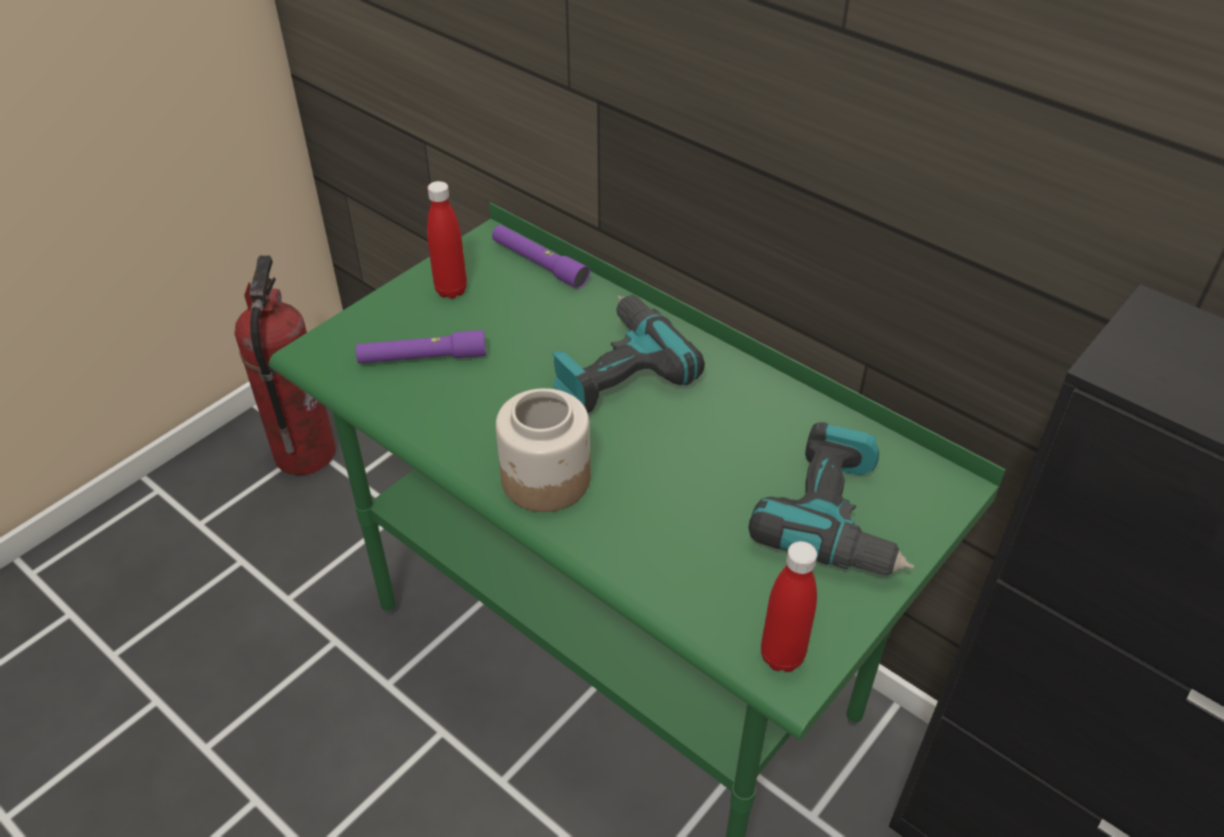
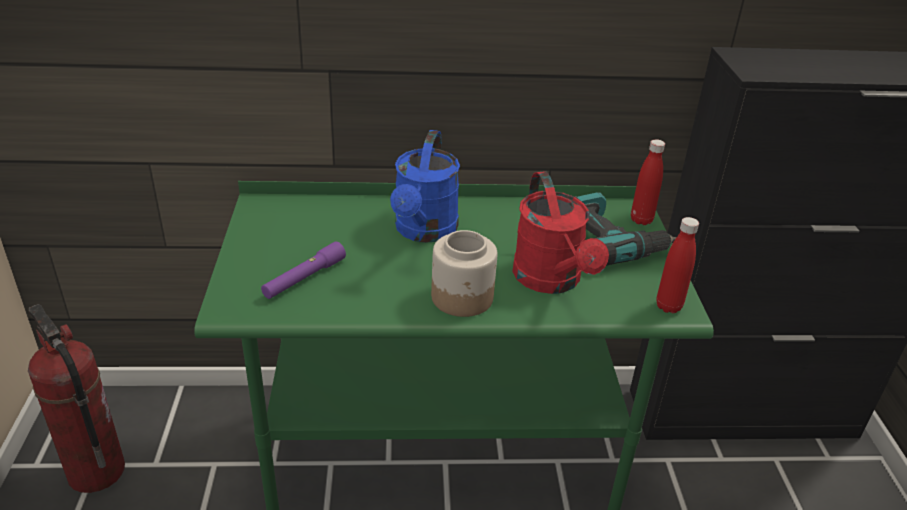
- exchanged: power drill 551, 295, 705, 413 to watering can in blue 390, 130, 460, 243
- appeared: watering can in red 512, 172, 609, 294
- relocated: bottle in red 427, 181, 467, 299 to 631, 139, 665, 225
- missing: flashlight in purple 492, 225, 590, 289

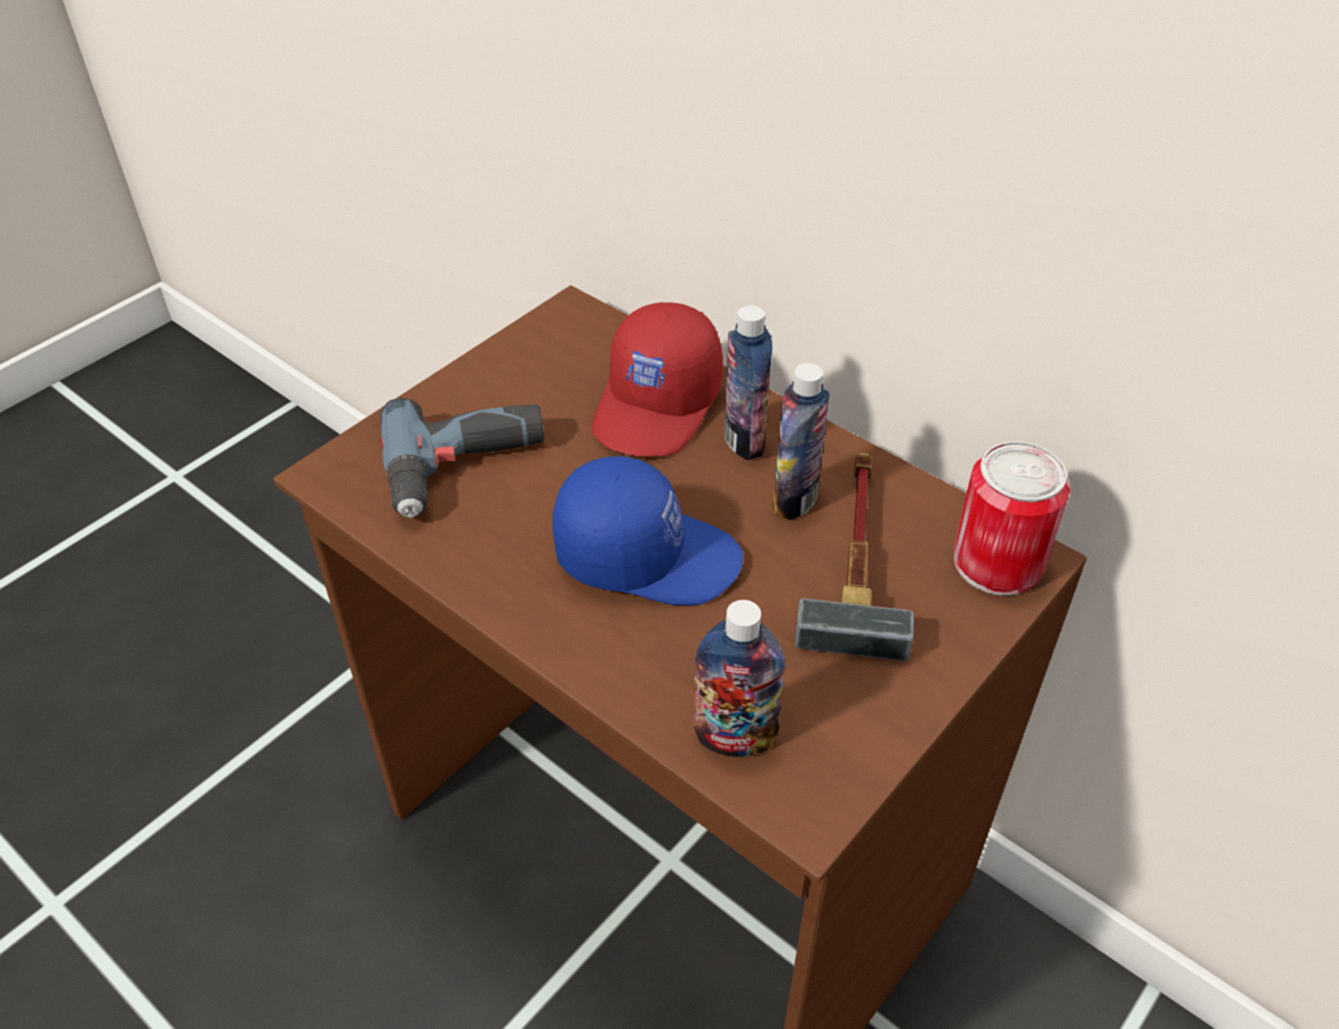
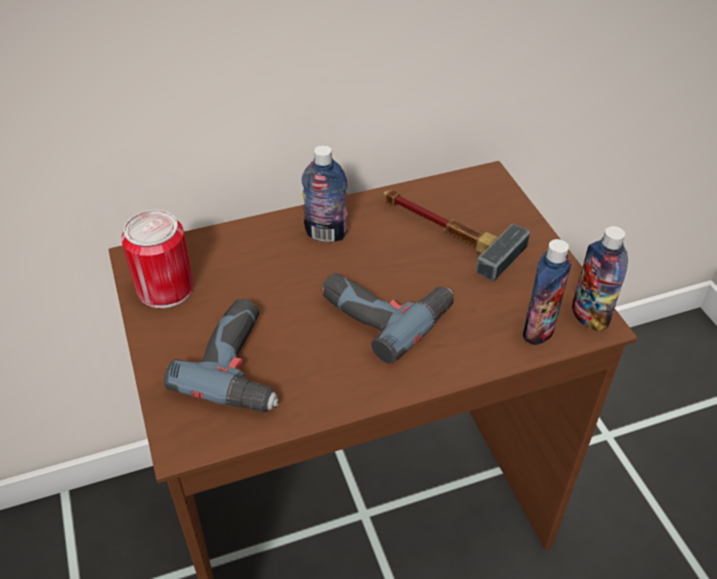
- relocated: can 954, 441, 1070, 596 to 121, 210, 194, 308
- exchanged: cap in blue 552, 456, 743, 606 to power drill 321, 273, 453, 364
- relocated: bottle 773, 363, 830, 520 to 572, 226, 628, 332
- missing: cap in red 592, 302, 723, 457

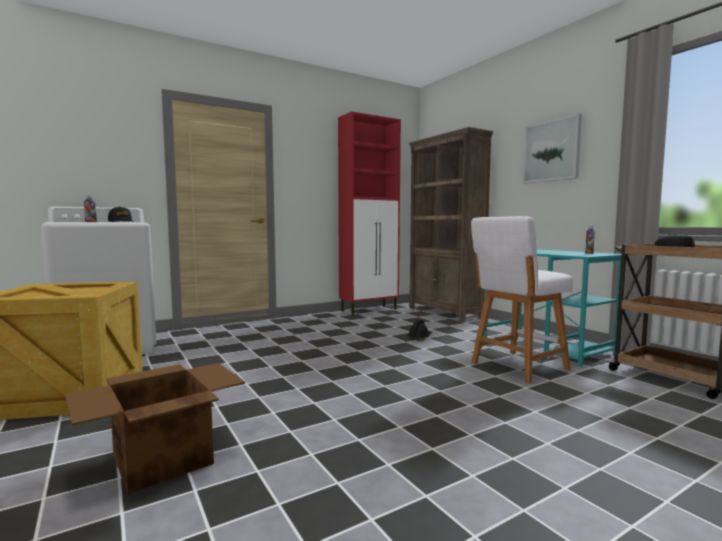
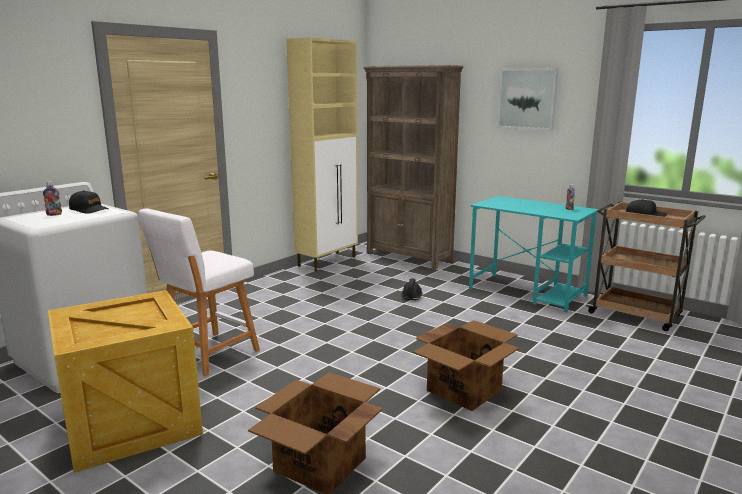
- relocated: stool in white 471, 216, 573, 383 to 138, 208, 260, 377
- colour: cabinet in red 338, 111, 401, 315 to cabinet in beige 286, 37, 358, 271
- appeared: cardboard box 413, 320, 519, 411

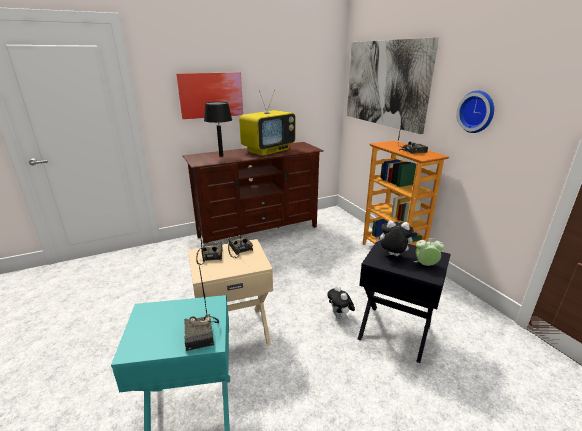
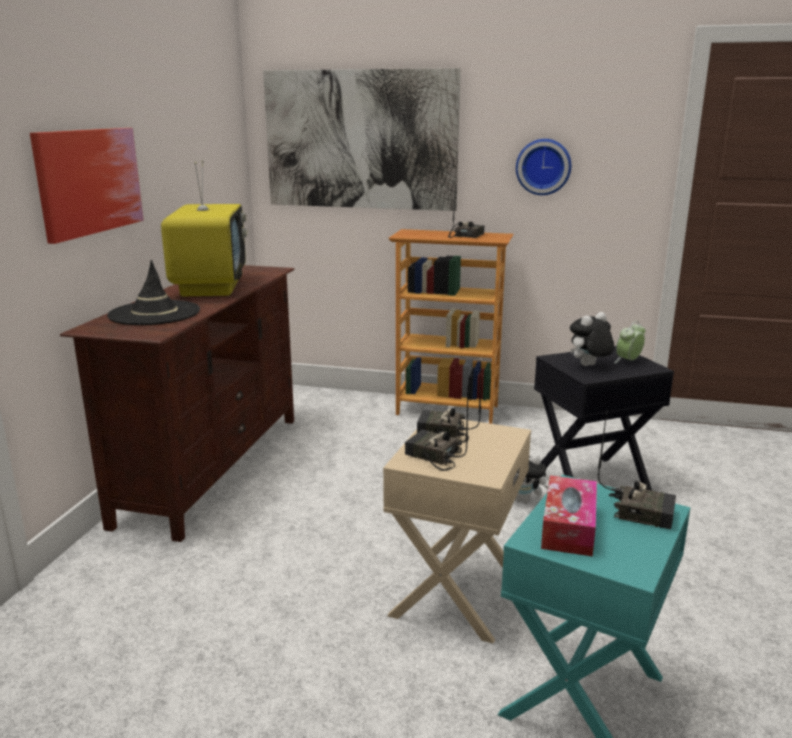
- exchanged: table lamp in black 204, 102, 232, 157 to hat in black 107, 260, 200, 325
- appeared: tissue box 541, 476, 597, 556

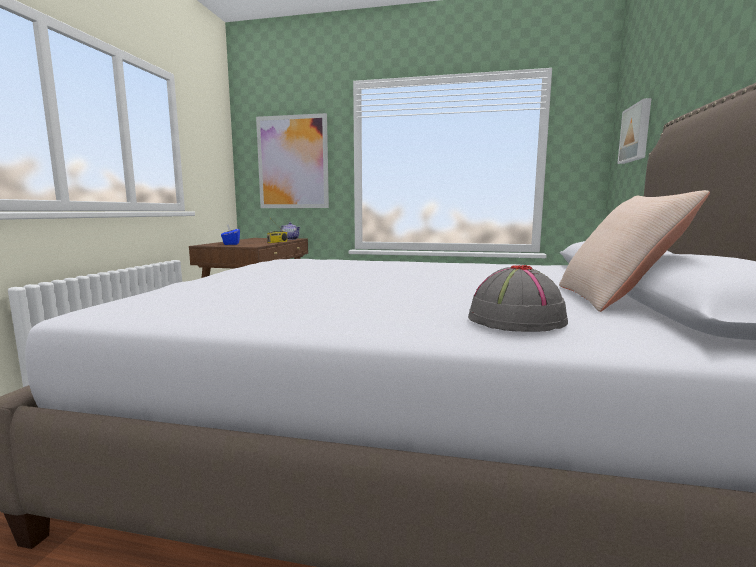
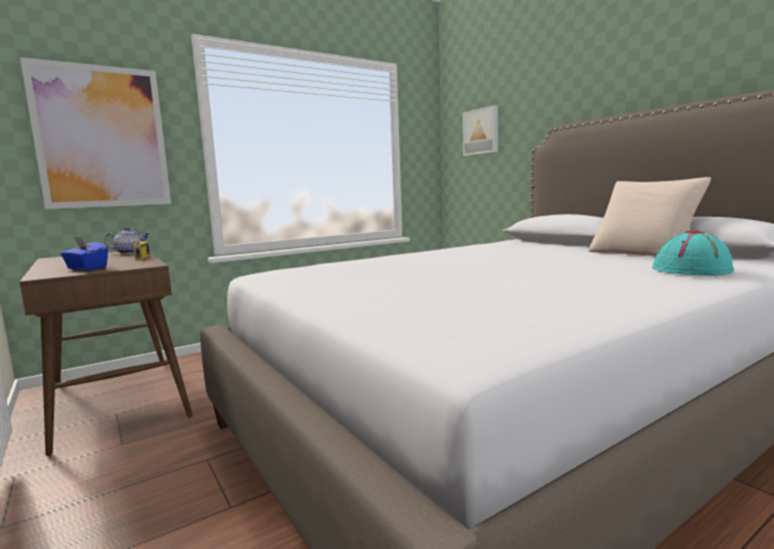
- colour: hat in grey 468, 265, 568, 332 to hat in turquoise 652, 230, 734, 276

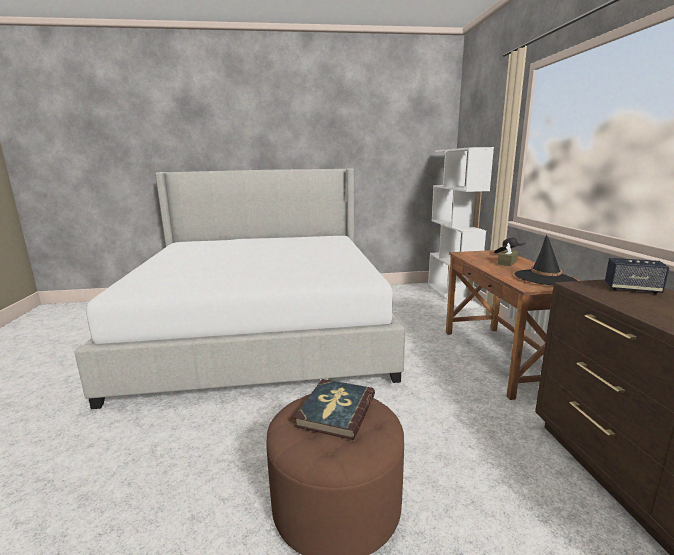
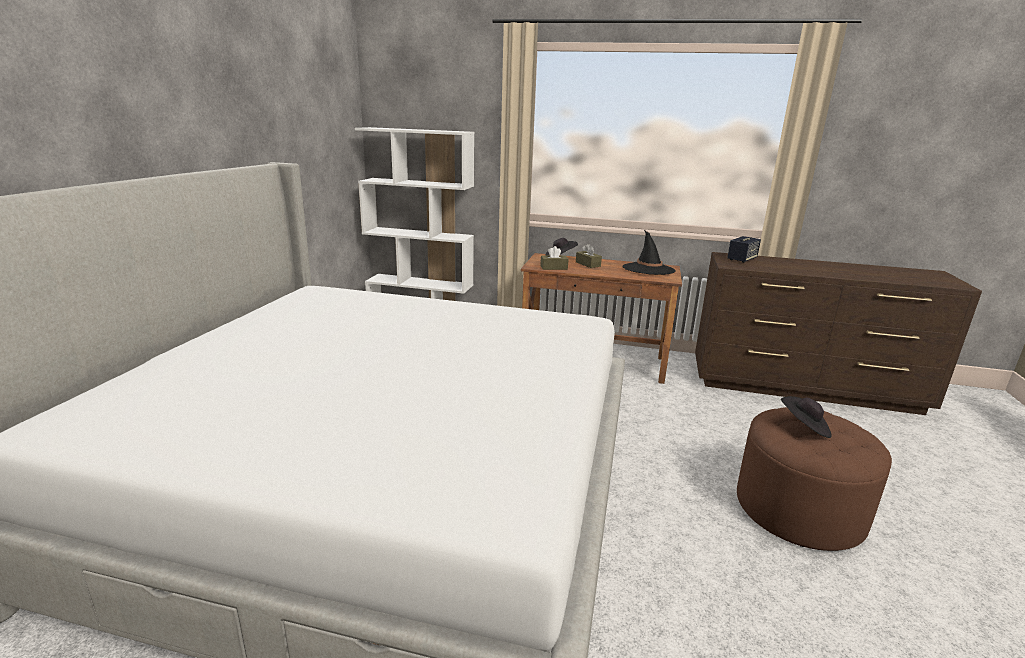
- appeared: tissue box in brown 540, 246, 568, 270
- exchanged: book 294, 379, 375, 440 to hat in black 781, 396, 832, 438

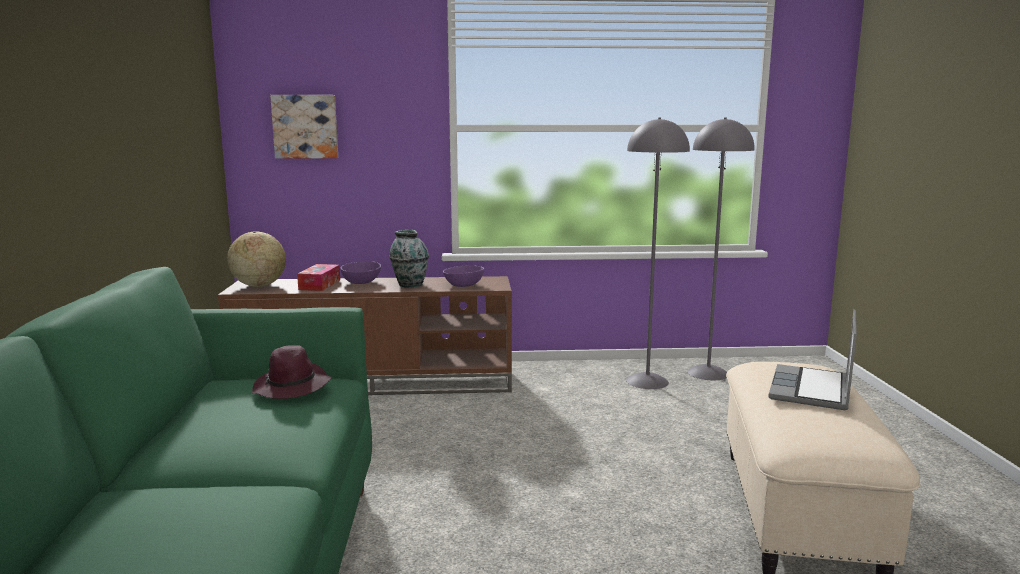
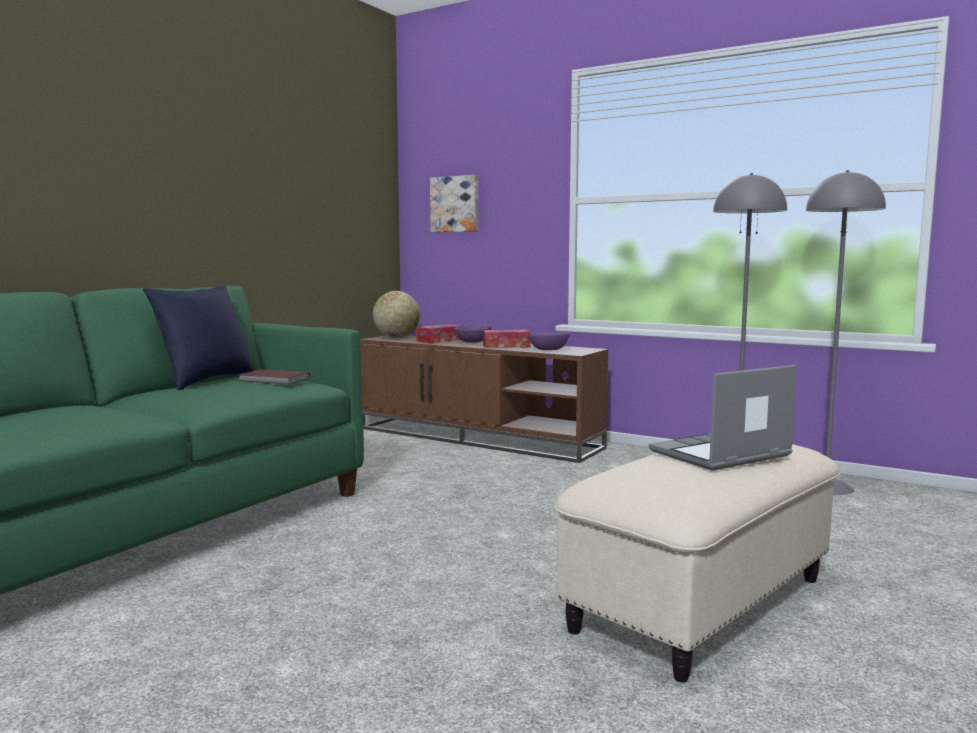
- appeared: pillow in blue 143, 285, 254, 390
- exchanged: hat in purple 252, 345, 332, 399 to book in brown 238, 369, 310, 385
- exchanged: vase 389, 230, 429, 288 to tissue box 483, 330, 531, 348

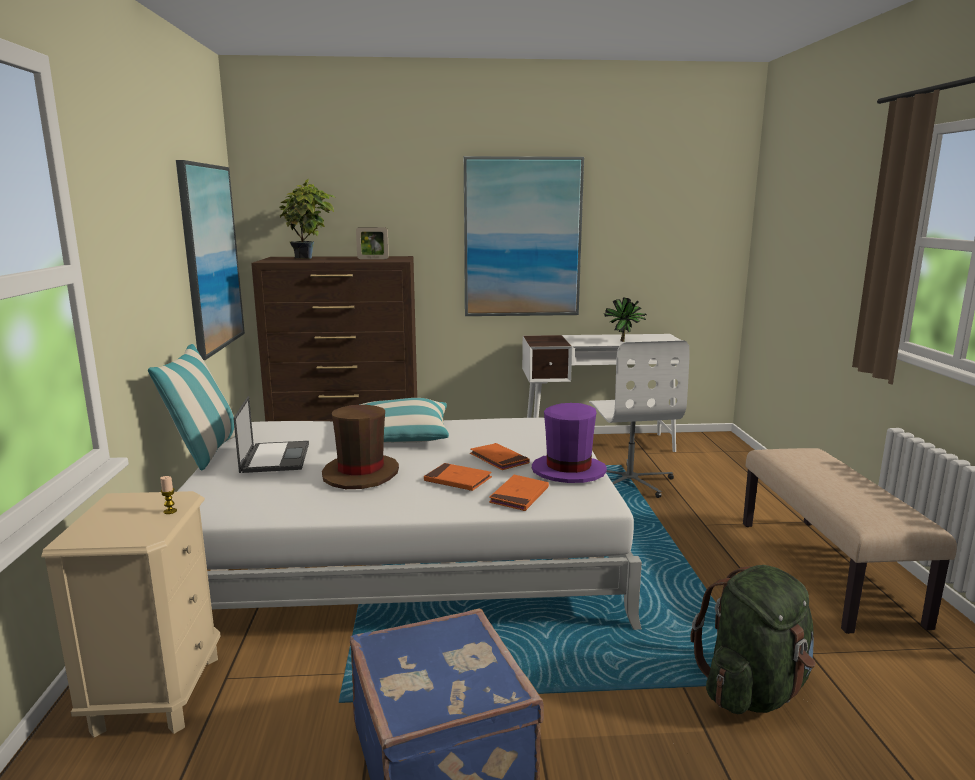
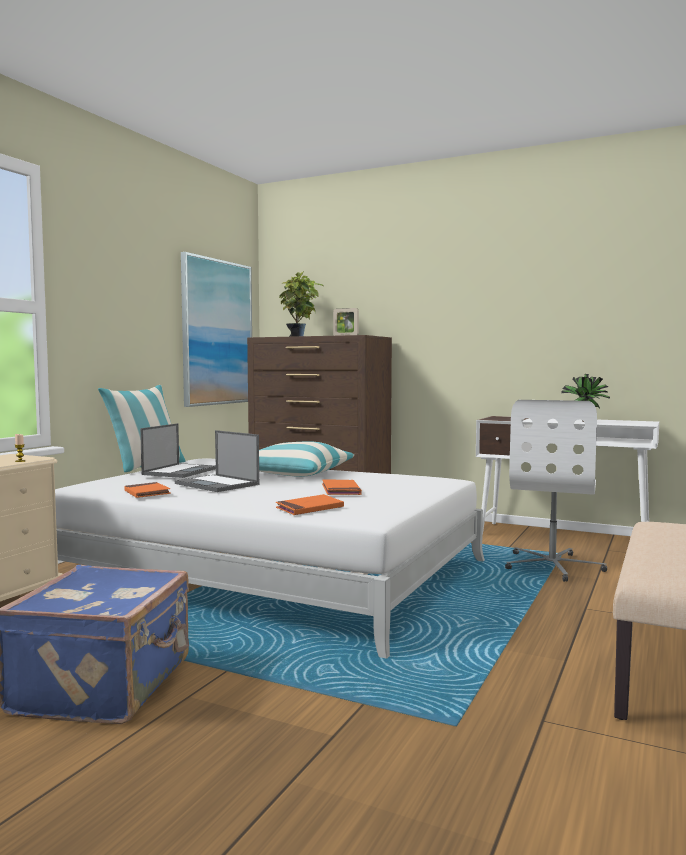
- relocated: book in orange 424, 463, 492, 491 to 124, 482, 171, 498
- exchanged: hat in brown 322, 405, 399, 489 to laptop 175, 430, 259, 492
- missing: picture 464, 156, 584, 316
- missing: hat in purple 532, 403, 607, 483
- missing: backpack in green 690, 565, 816, 714

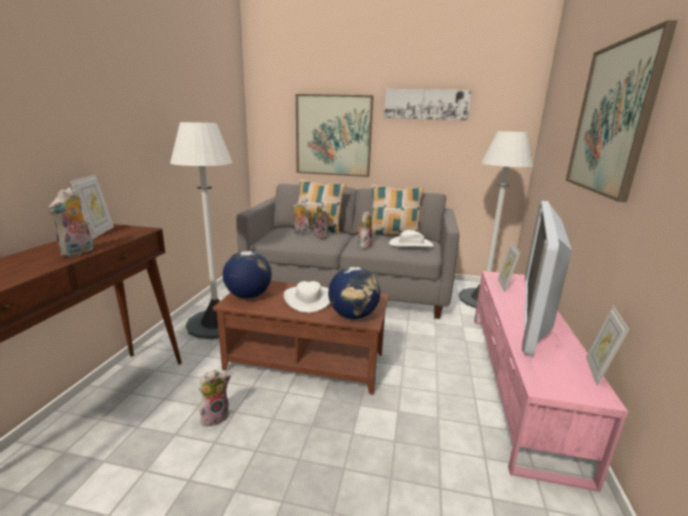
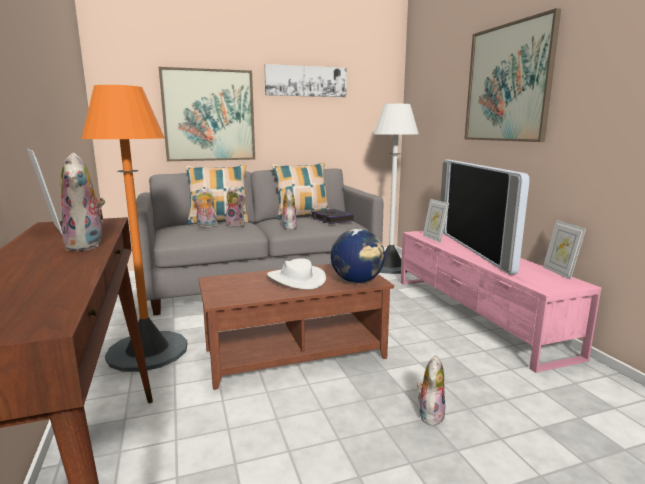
- colour: floor lamp in white 170, 122, 233, 339 to floor lamp in orange 81, 85, 187, 372
- exchanged: hat in white 389, 230, 434, 247 to book 311, 209, 354, 224
- relocated: plush toy 199, 370, 231, 426 to 417, 355, 445, 426
- missing: globe 223, 251, 272, 298

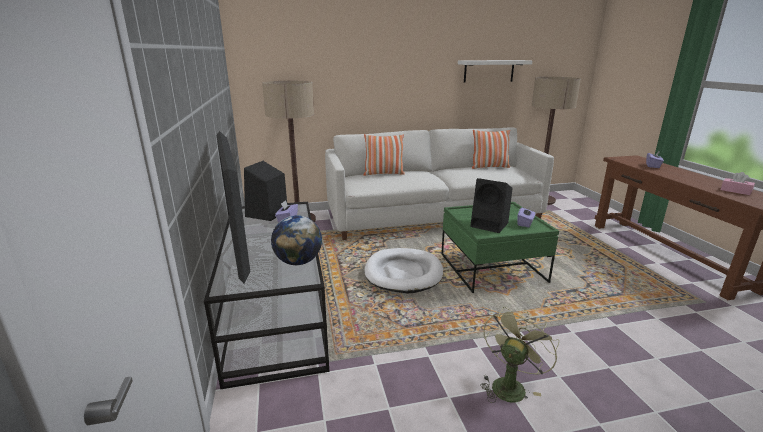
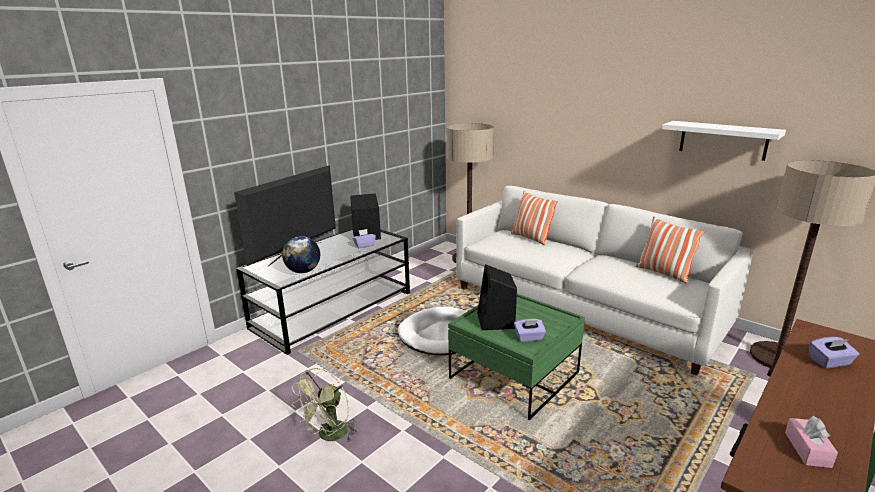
- spun: fan in green 480, 307, 559, 403 = 292, 368, 357, 443 120 degrees clockwise

